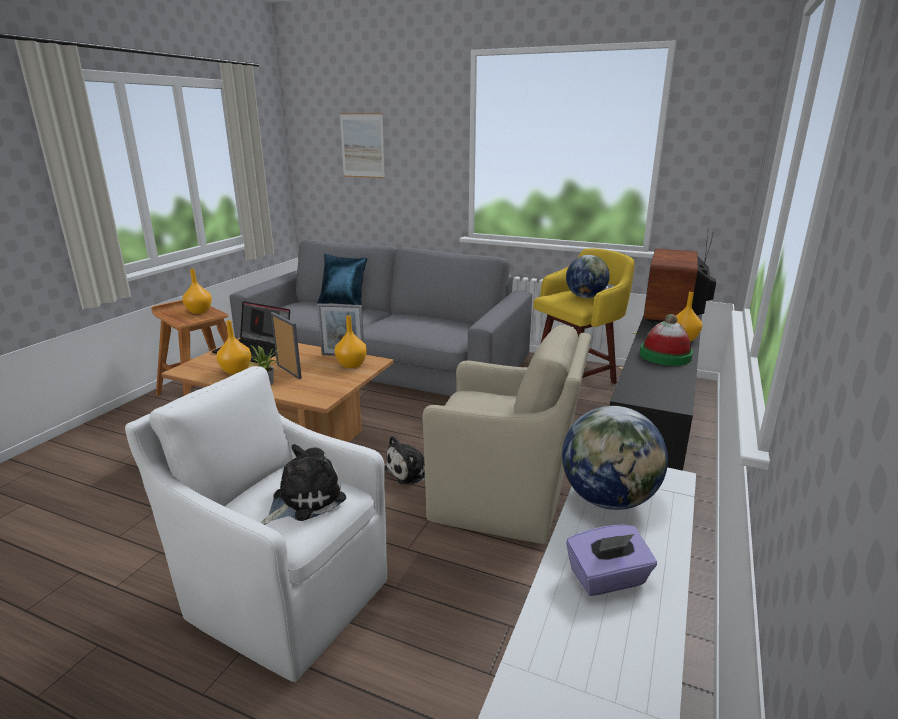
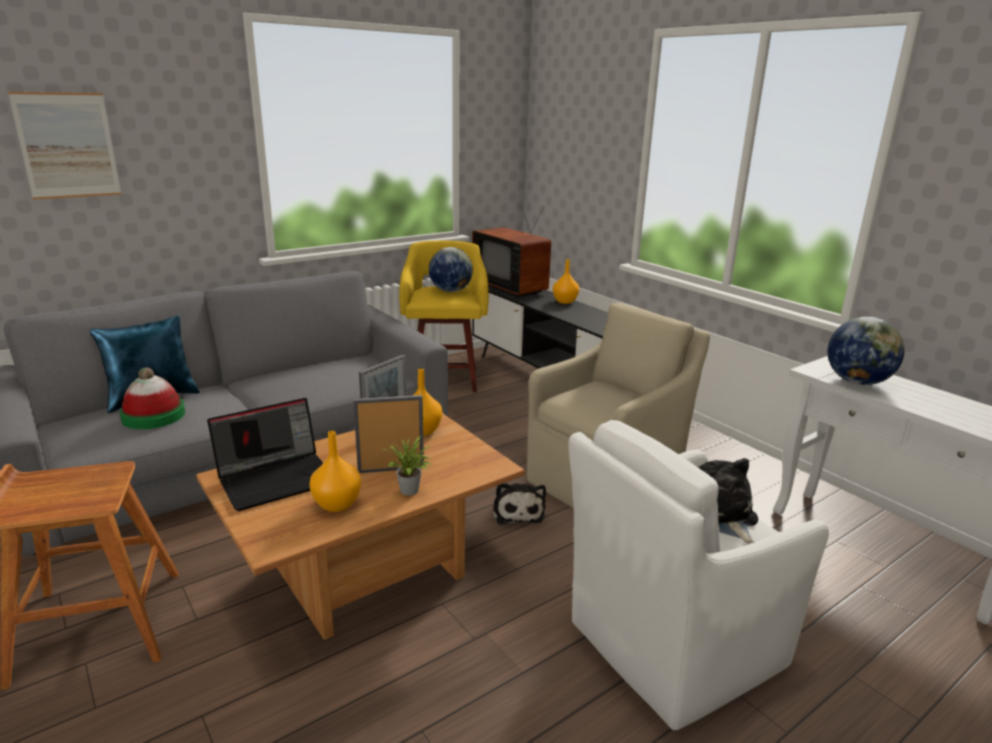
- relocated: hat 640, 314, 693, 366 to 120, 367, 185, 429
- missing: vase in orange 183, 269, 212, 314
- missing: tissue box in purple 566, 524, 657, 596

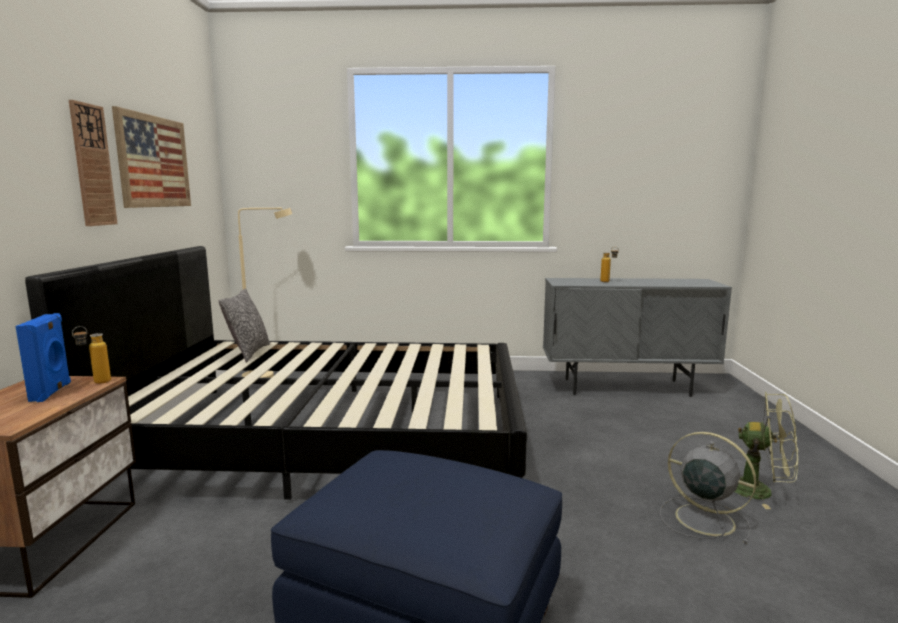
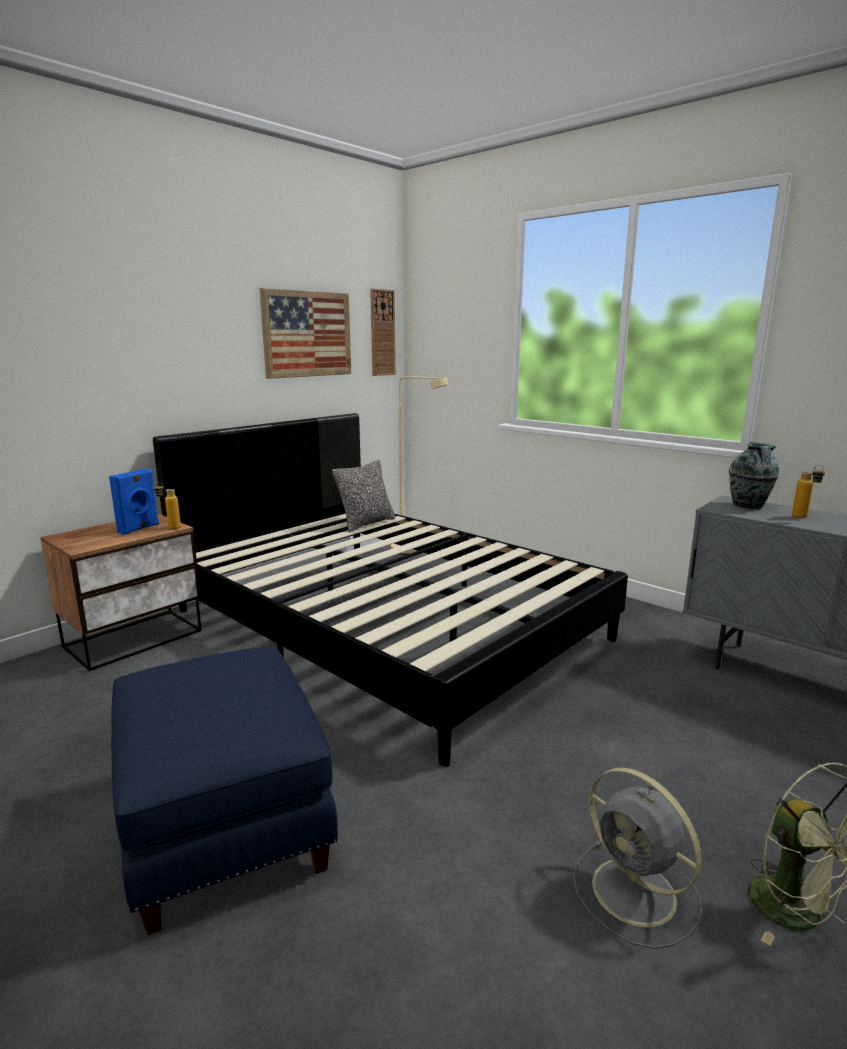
- relocated: wall clock 69, 100, 118, 226 to 370, 289, 396, 376
- spun: fan in grey 660, 432, 757, 544 = 573, 767, 702, 949 150 degrees clockwise
- appeared: vase 729, 442, 779, 509

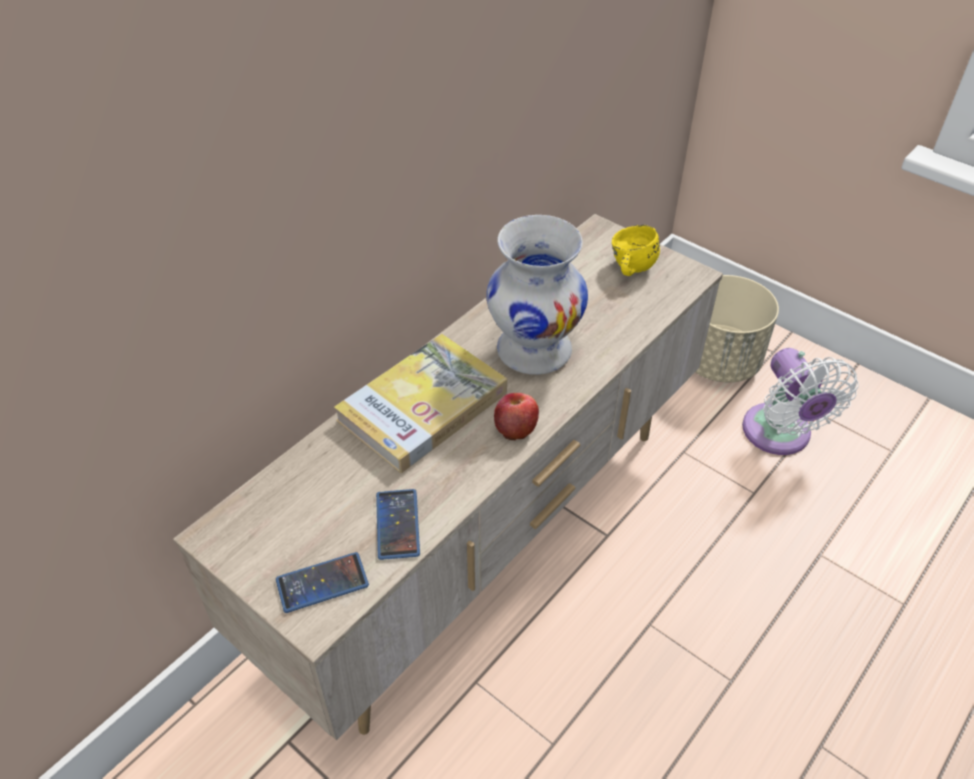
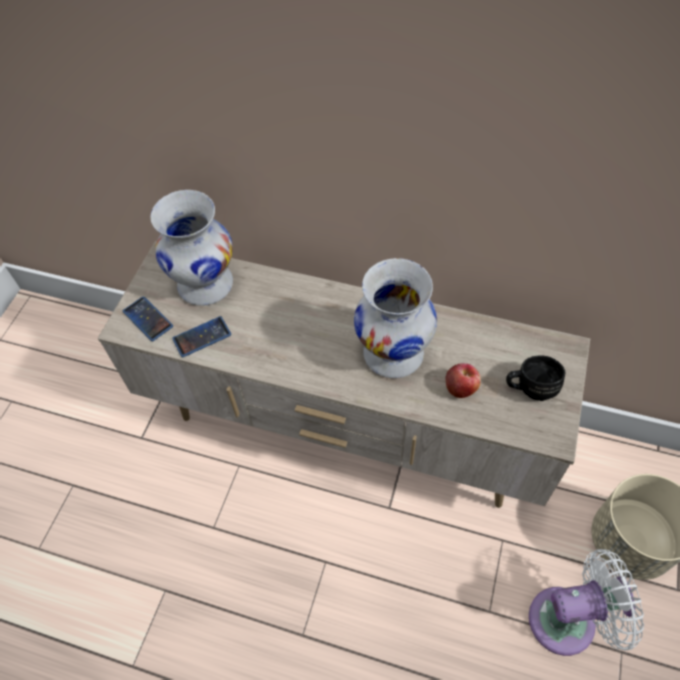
- appeared: vase in white 151, 190, 233, 306
- relocated: apple 494, 393, 539, 440 to 445, 363, 481, 398
- colour: mug in yellow 612, 225, 660, 276 to mug in black 506, 355, 565, 401
- spun: fan in white 742, 348, 859, 455 = 529, 549, 644, 656 150 degrees counterclockwise
- missing: book 334, 334, 507, 473

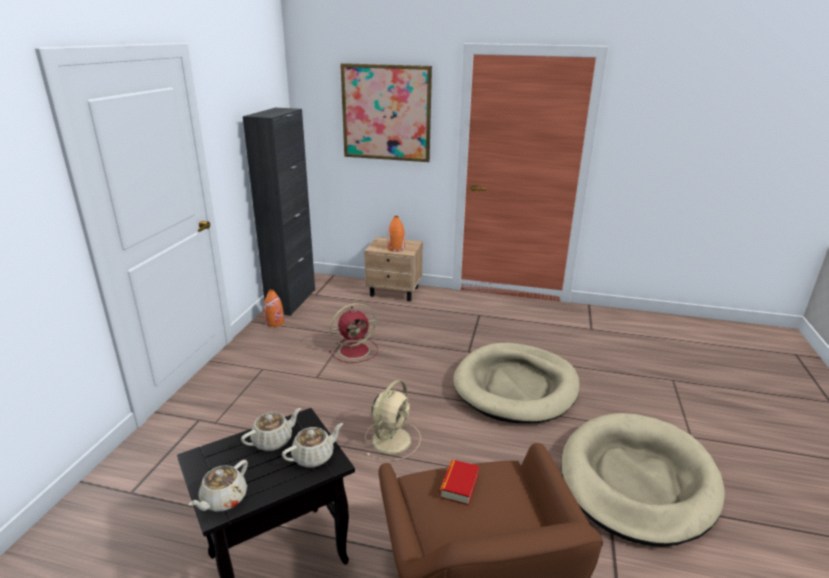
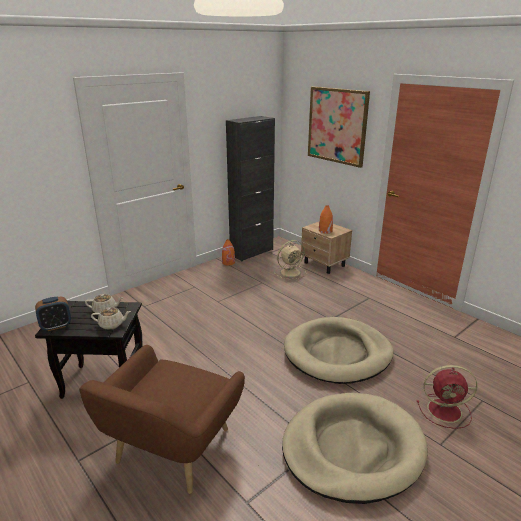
- exchanged: teapot in beige 189, 460, 248, 512 to alarm clock 35, 297, 71, 331
- relocated: fan in beige 365, 380, 421, 460 to 274, 240, 306, 279
- relocated: fan in red 329, 303, 378, 363 to 417, 365, 477, 429
- missing: book 439, 460, 479, 505

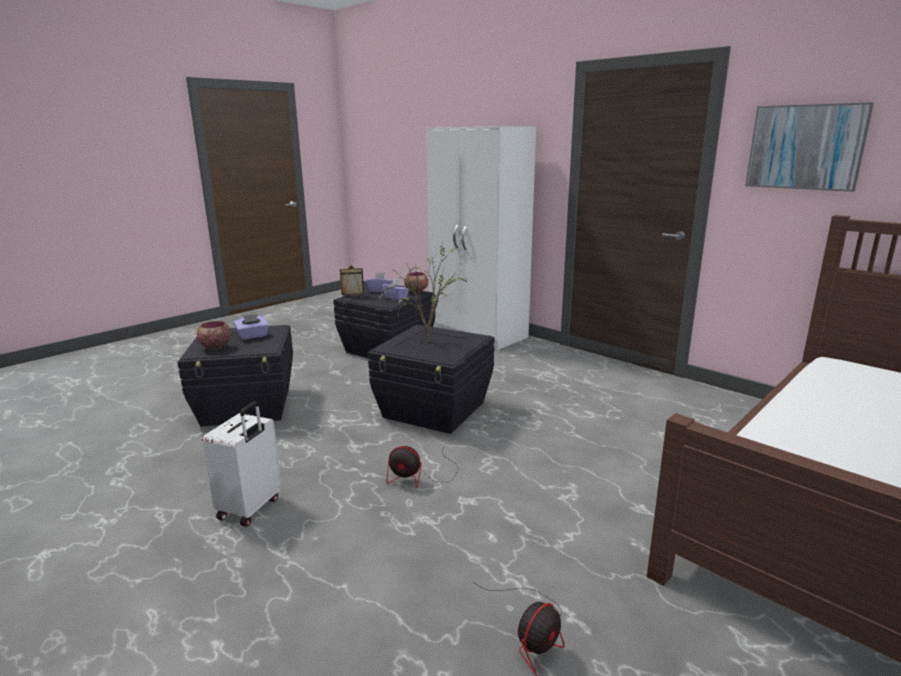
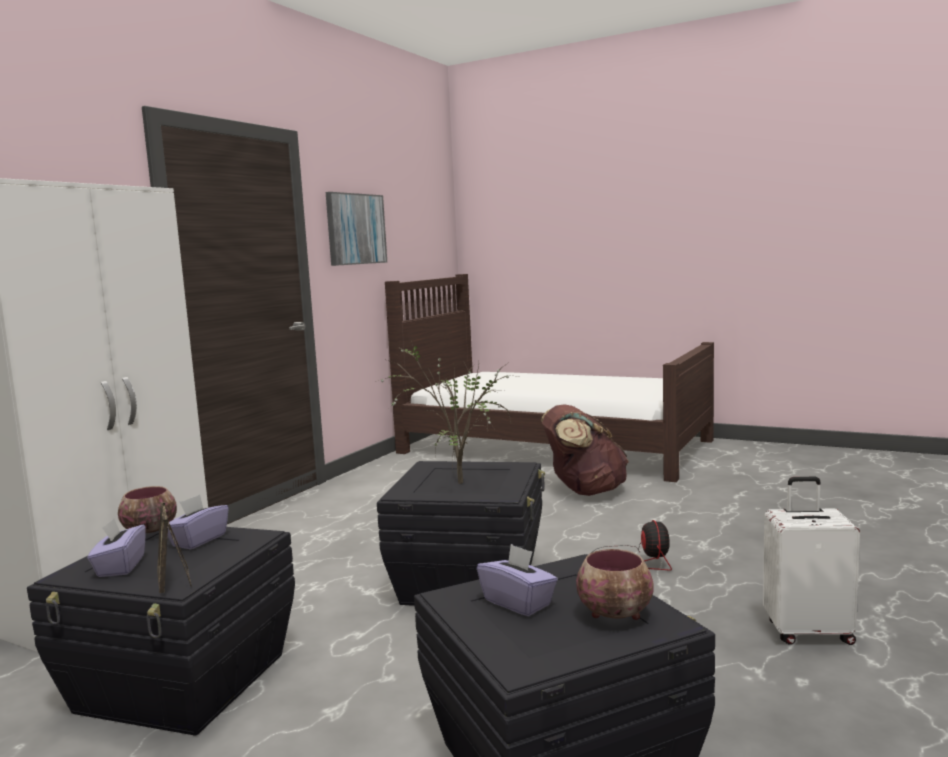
- appeared: backpack in brown 541, 404, 629, 496
- missing: fan 473, 582, 565, 676

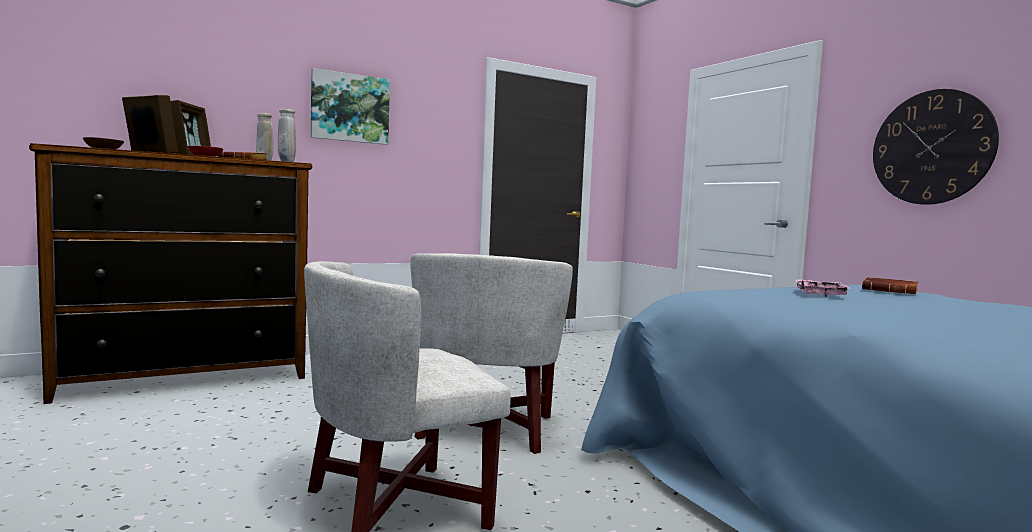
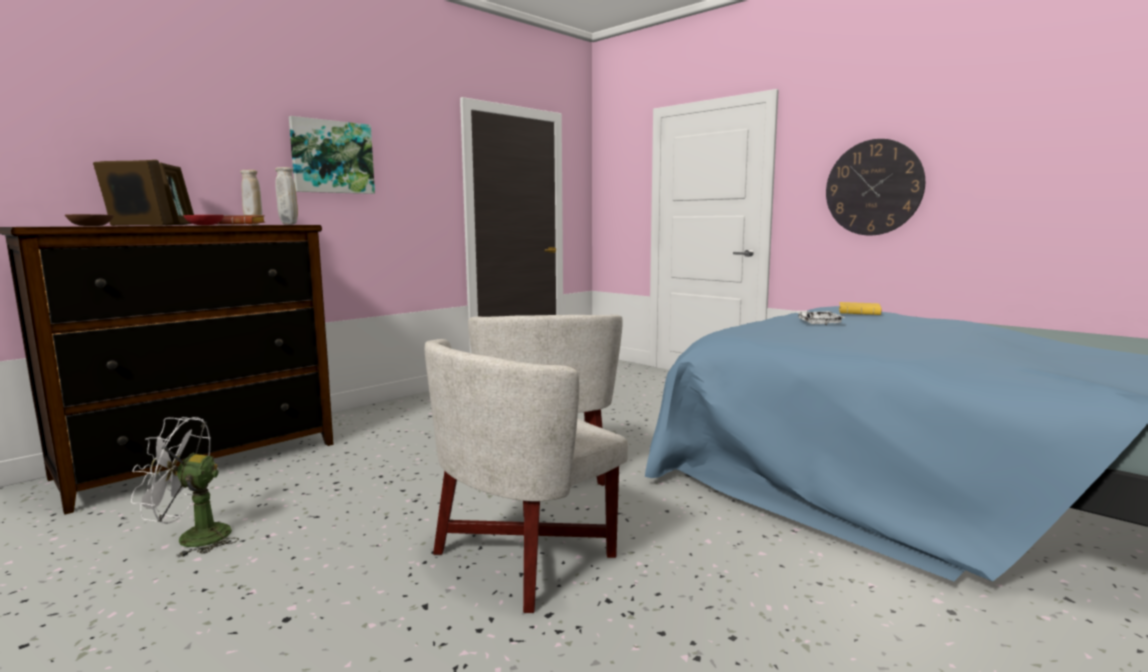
- appeared: fan in white 131, 417, 239, 558
- colour: tray in pink 795, 279, 852, 296 to tray in white 797, 311, 845, 325
- colour: book in brown 862, 277, 919, 294 to book in yellow 839, 302, 882, 315

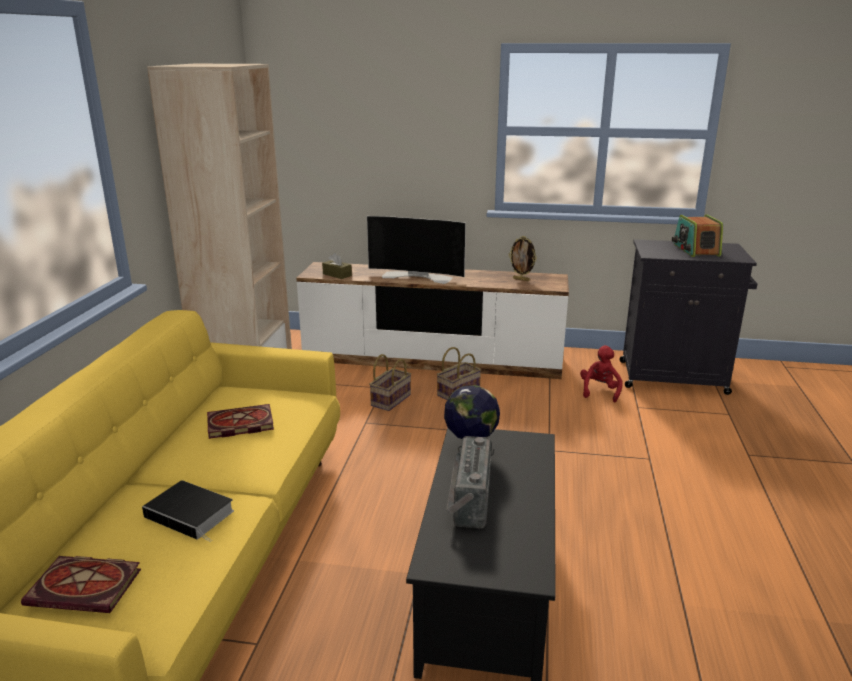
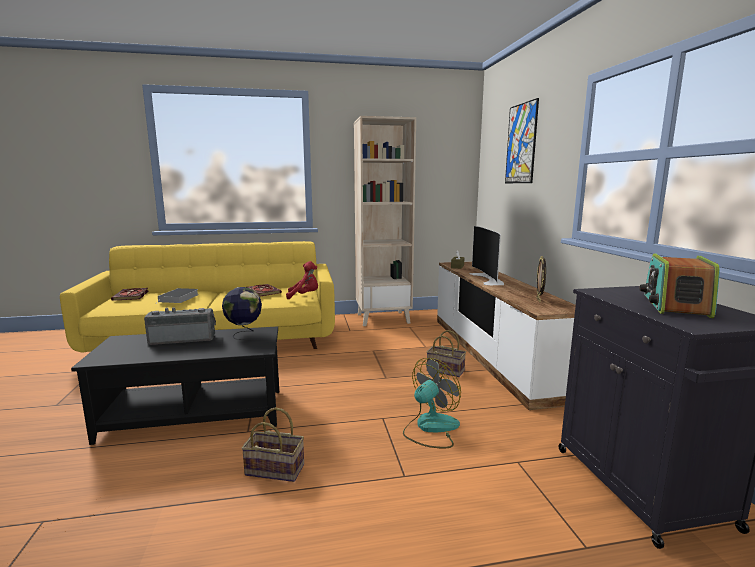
- relocated: basket 369, 354, 411, 411 to 241, 407, 304, 482
- relocated: plush toy in red 580, 345, 623, 402 to 286, 261, 318, 299
- appeared: fan 403, 358, 461, 448
- appeared: picture 505, 98, 539, 183
- spun: radio 672, 214, 723, 257 = 640, 254, 720, 318 45 degrees counterclockwise

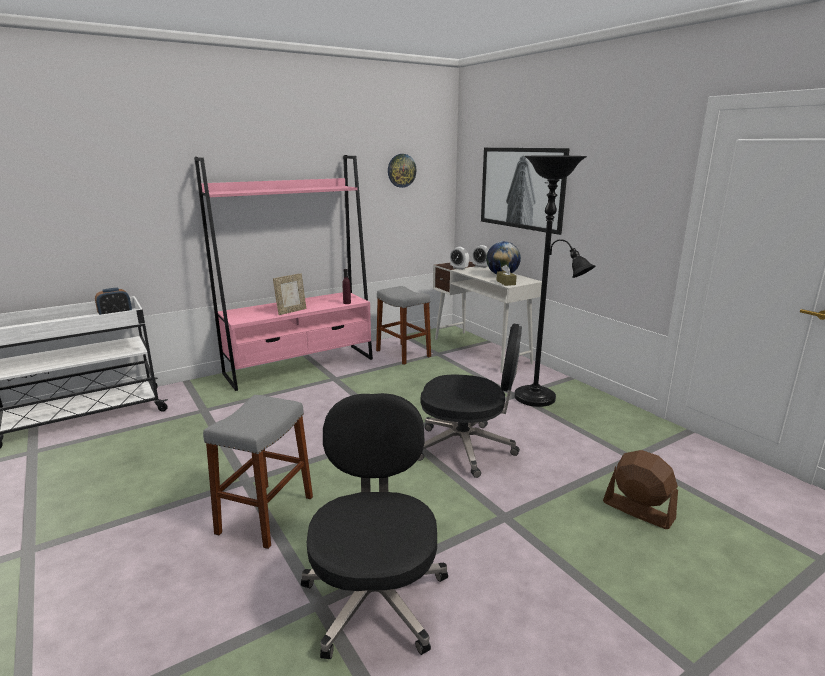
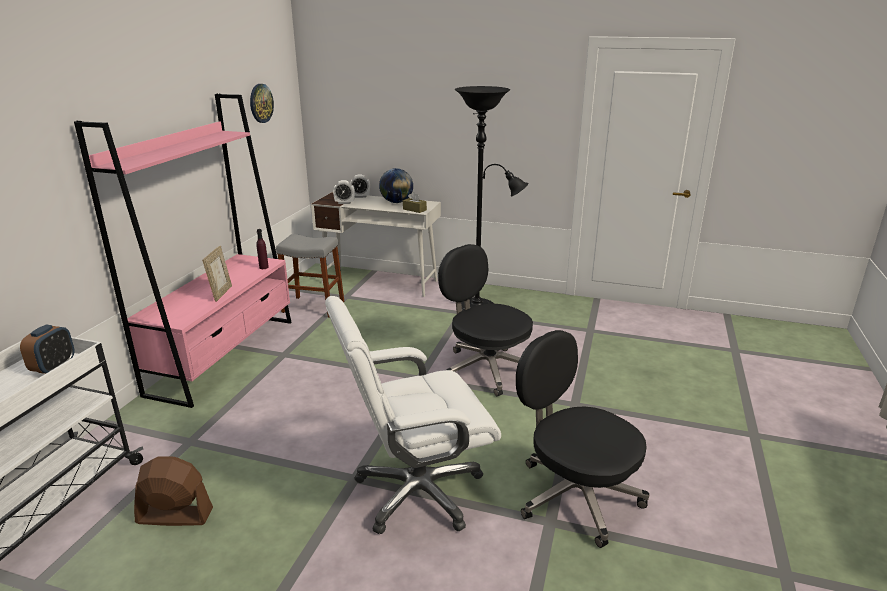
- relocated: fan in brown 603, 450, 678, 529 to 134, 456, 213, 526
- exchanged: stool in grey 203, 395, 313, 549 to office chair in white 325, 296, 501, 534
- spun: office chair in black 418, 324, 522, 478 = 438, 244, 533, 396 105 degrees counterclockwise
- missing: picture 481, 148, 570, 235

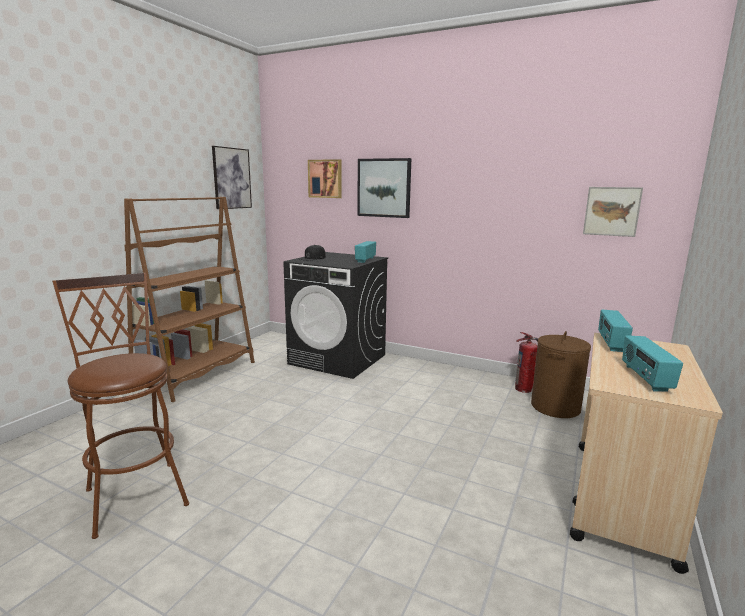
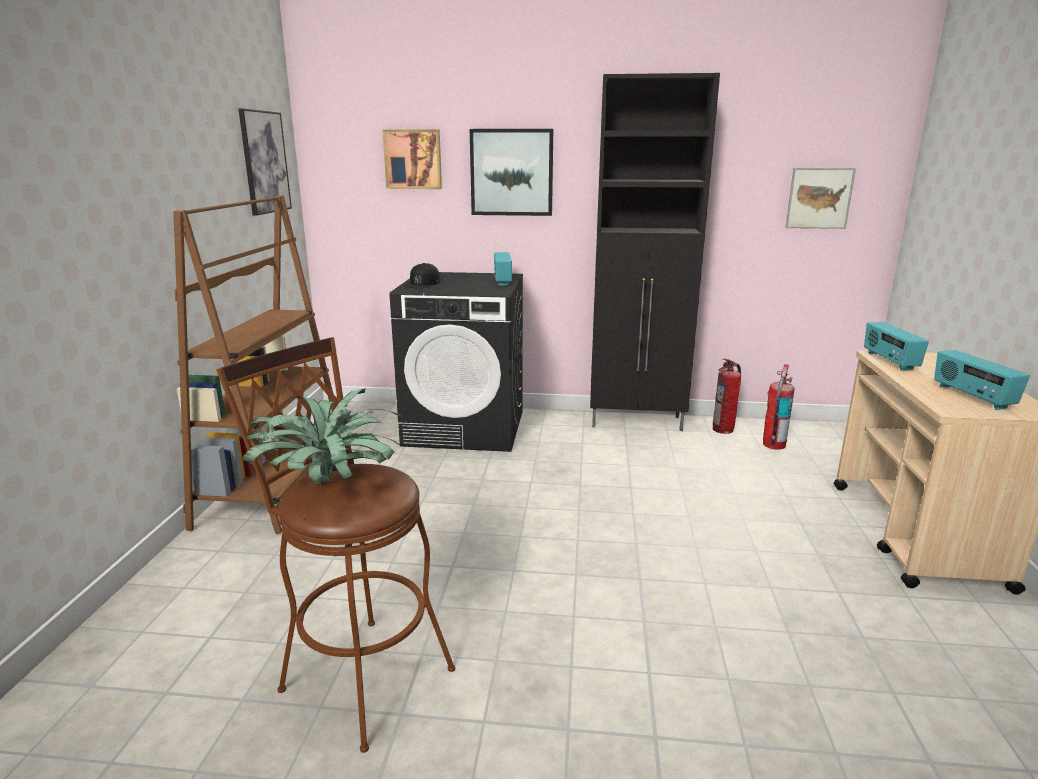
- appeared: potted plant 241, 388, 402, 484
- appeared: cabinet in black 590, 73, 720, 431
- exchanged: laundry basket in brown 531, 331, 591, 418 to fire extinguisher 763, 364, 794, 450

